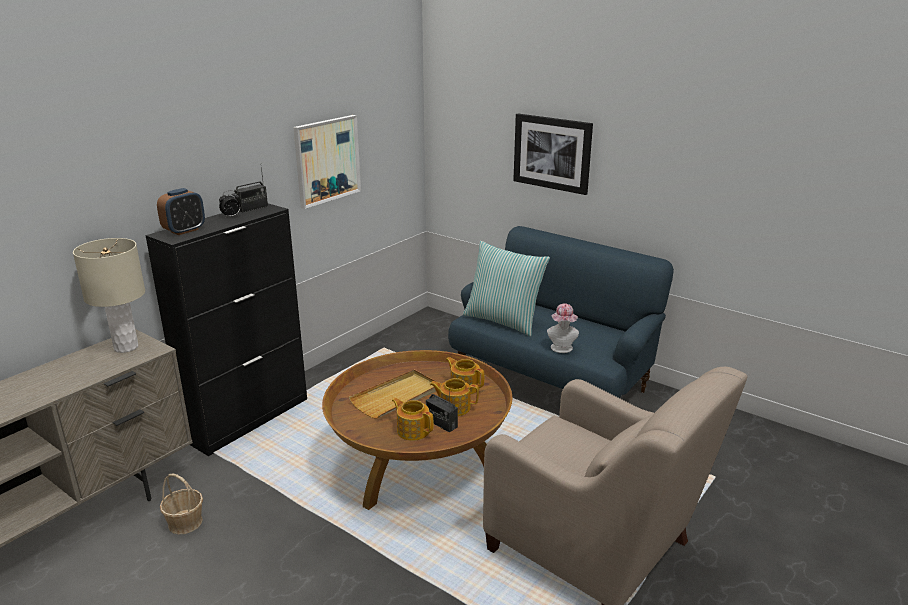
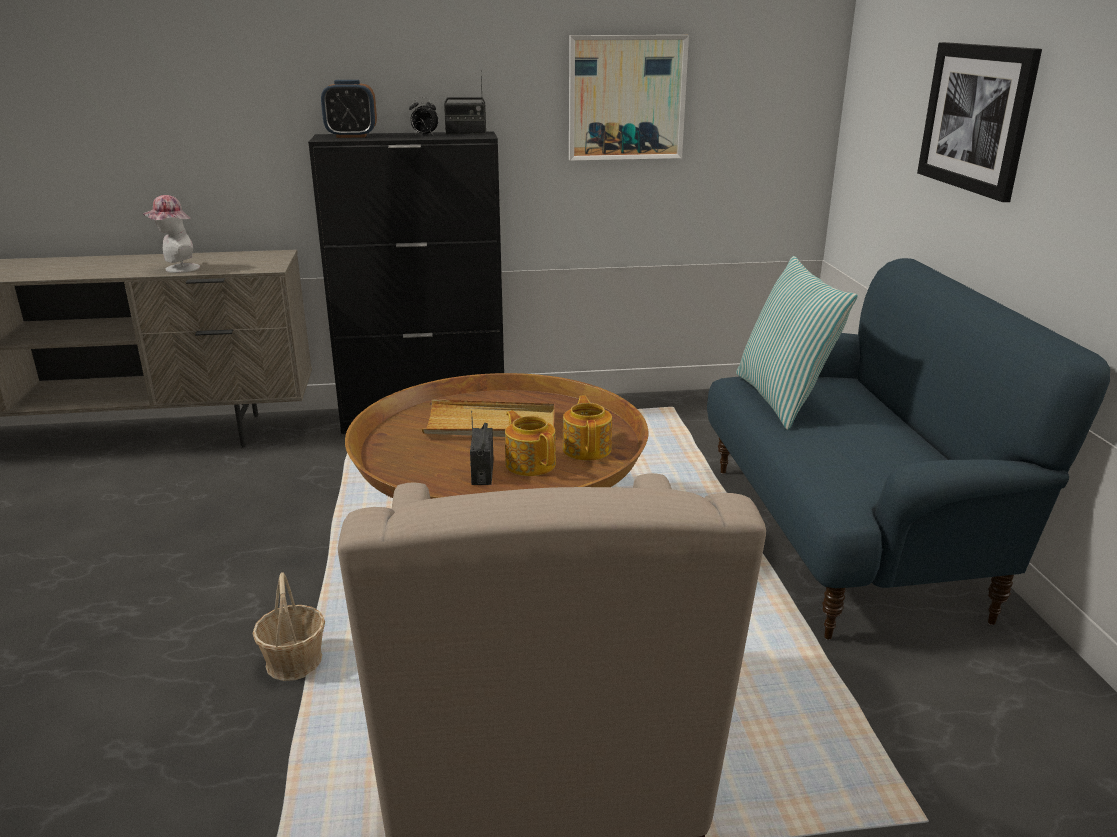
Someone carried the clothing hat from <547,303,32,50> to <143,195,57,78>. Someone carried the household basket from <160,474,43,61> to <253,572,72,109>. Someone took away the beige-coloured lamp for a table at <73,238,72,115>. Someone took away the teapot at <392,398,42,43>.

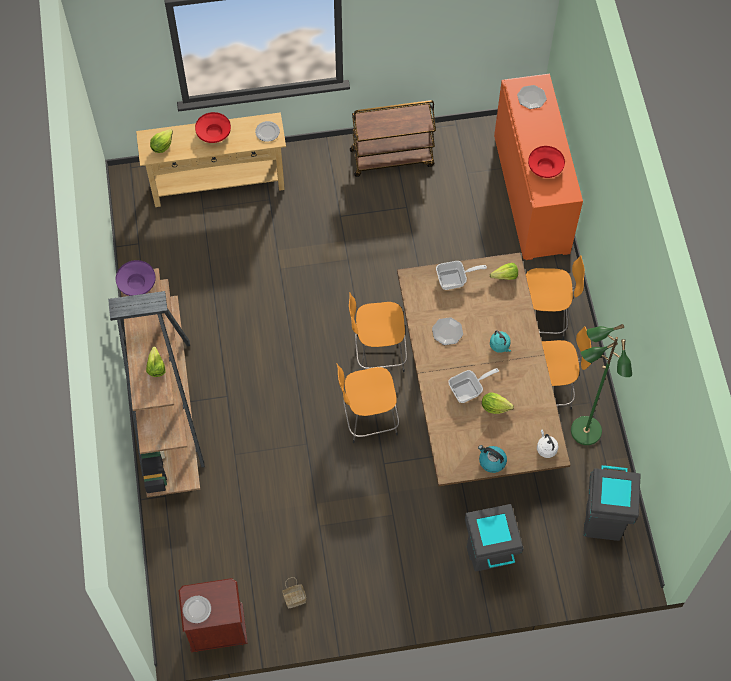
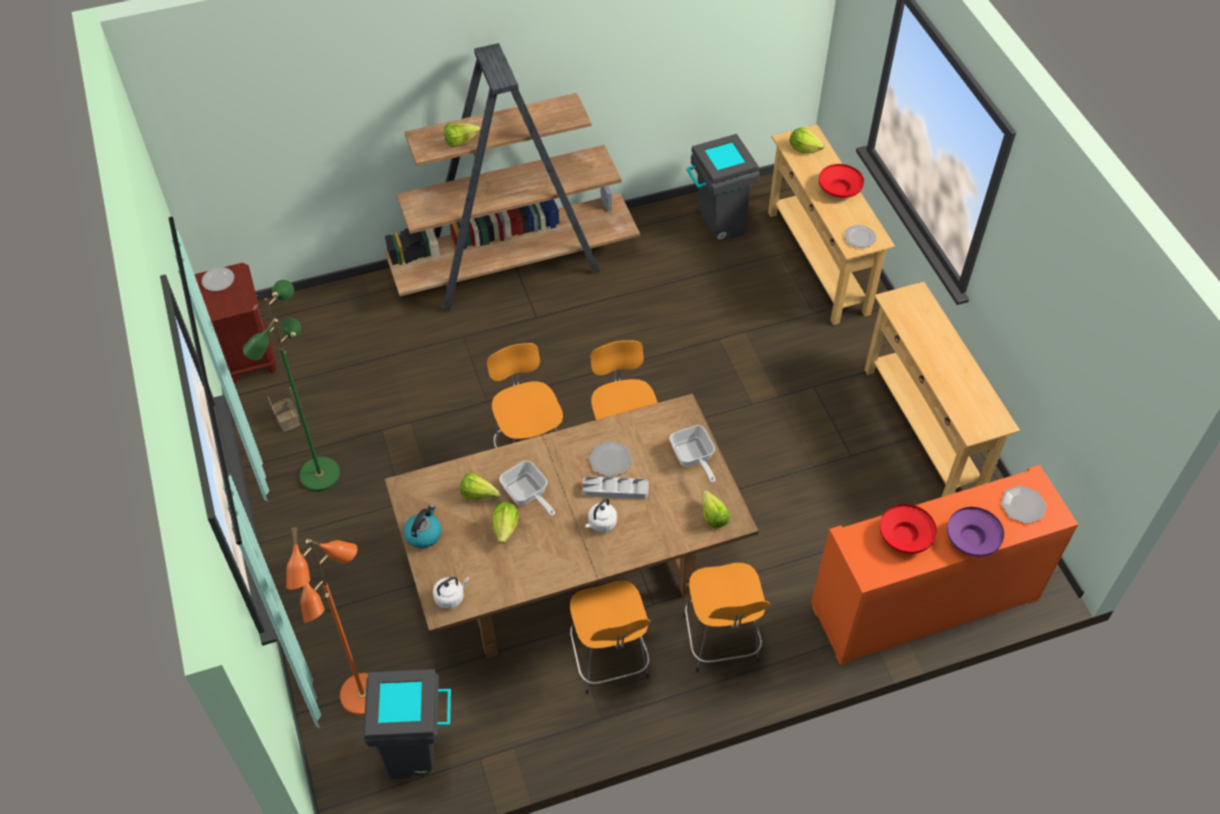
Someone carried the green-coloured standard lamp from <571,324,61,121> to <243,280,97,212>. Someone put down the orangey standard lamp at <286,527,82,189>. Someone put down the head of lettuce at <460,473,41,27>. Someone put down the gray serving tray at <582,476,67,23>. Someone repainted the turquoise-coloured water kettle at <490,330,21,23>, which became the white water kettle at <585,498,32,34>. Someone carried the gray rubbish bin from <465,504,58,67> to <686,134,74,107>. Someone swapped the brown wheeled cart at <350,100,86,77> for the beige-coloured narrow table at <865,282,155,215>. Someone carried the purple-coloured deep dish from <116,260,40,36> to <947,507,57,50>.

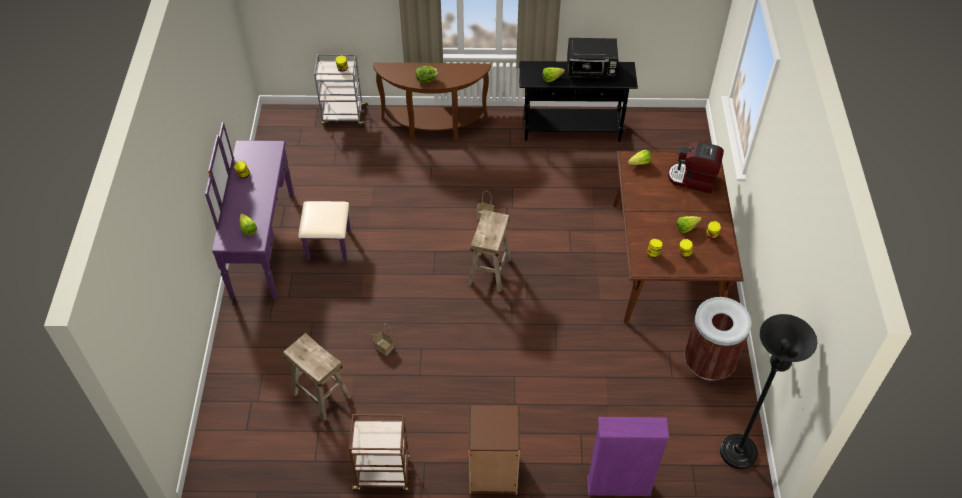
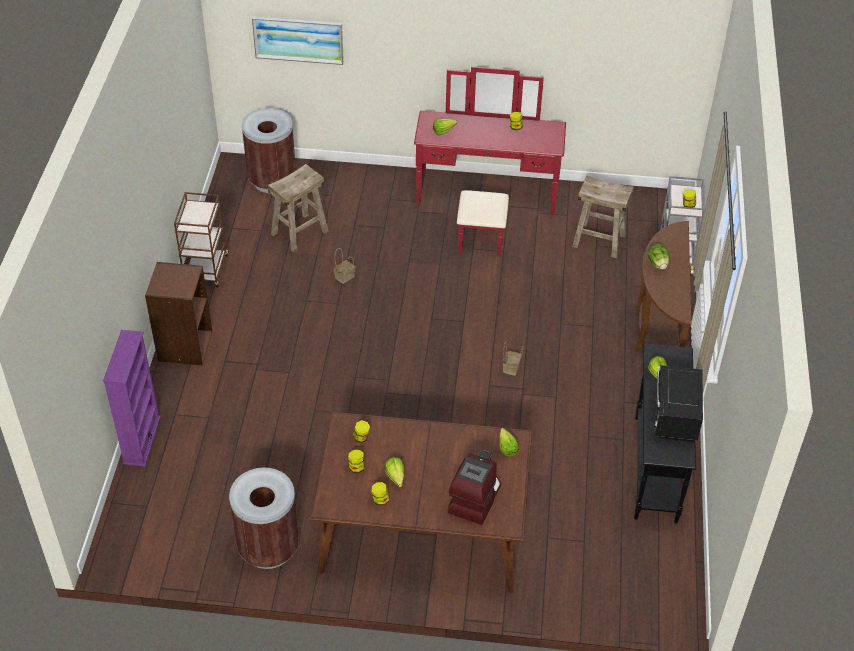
Someone put down the brown rubbish bin at <242,108,54,85>. Someone put up the wall art at <252,16,92,49>. Someone repainted the purple-coloured drawer chest at <205,122,145,177>, which became the red-coloured drawer chest at <414,66,152,191>. Someone carried the beige-coloured stool seat from <468,210,43,82> to <572,175,62,83>. Someone took away the black standard lamp at <720,314,97,155>.

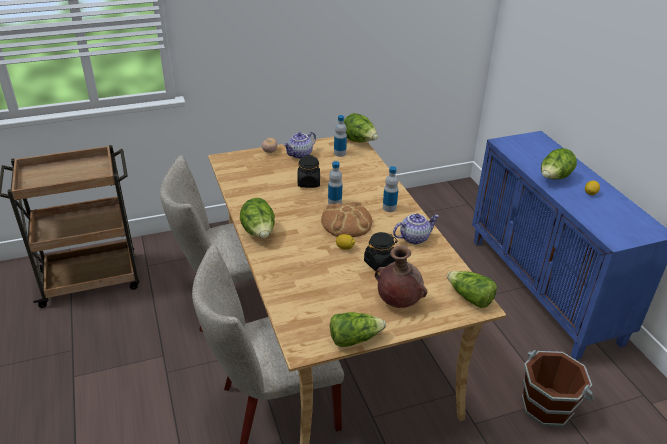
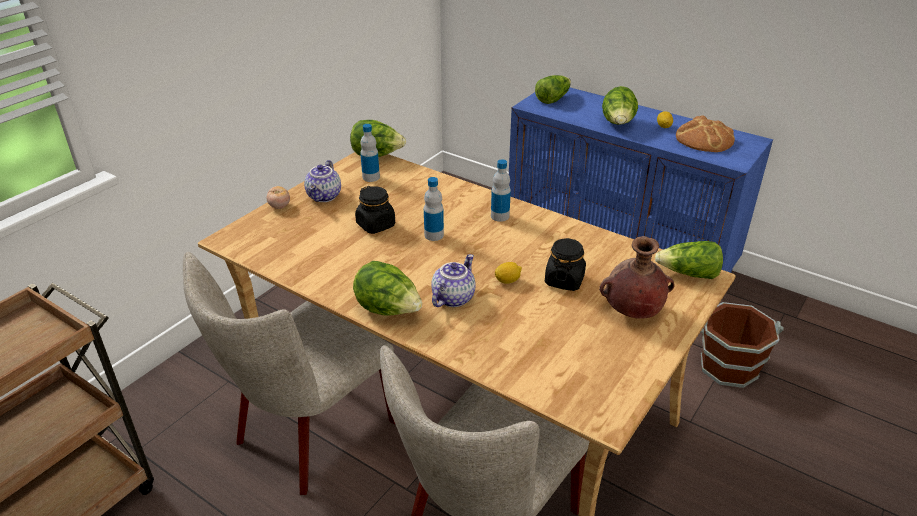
Someone carried the teapot from <393,214,46,30> to <431,254,45,53>. Someone carried the head of lettuce from <330,312,56,35> to <535,75,36,29>. Someone carried the bread from <321,202,51,35> to <676,115,59,37>.

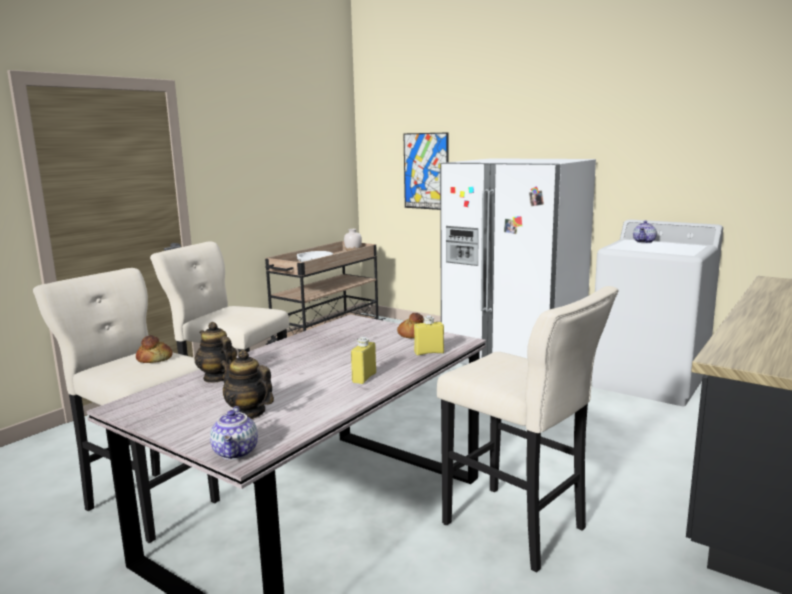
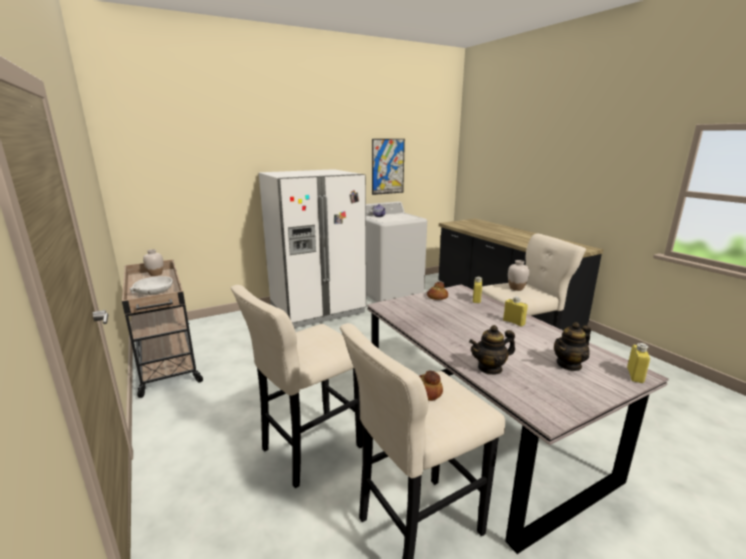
Someone carried the wall art from <403,133,45,77> to <372,139,33,56>. Someone put down the white vase at <508,260,21,31>. Someone swapped the teapot at <210,406,48,54> for the yellowish drink bottle at <627,343,23,40>.

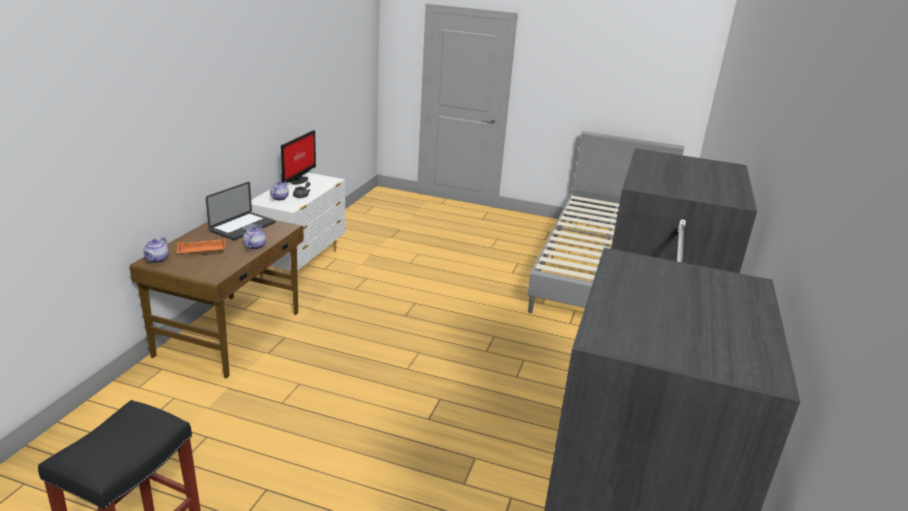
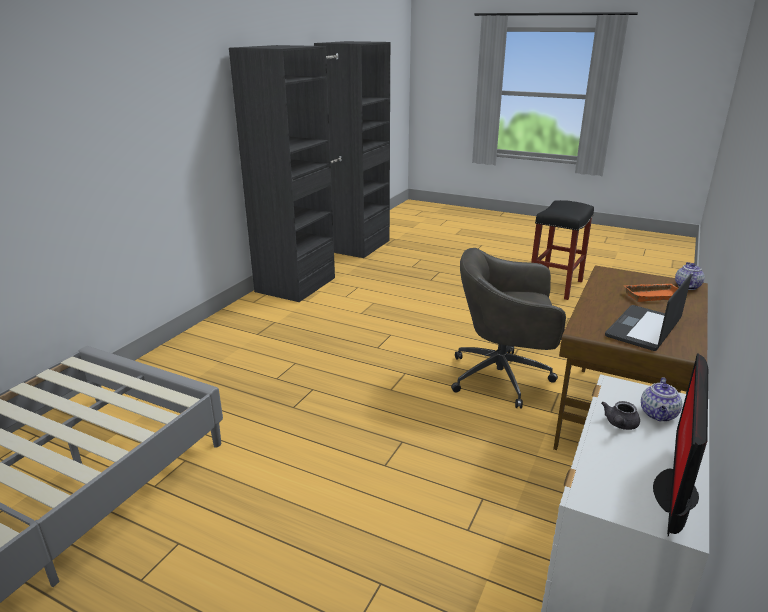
Someone put down the gray computer chair at <451,248,115,161>. Someone took away the teapot at <243,225,23,25>.

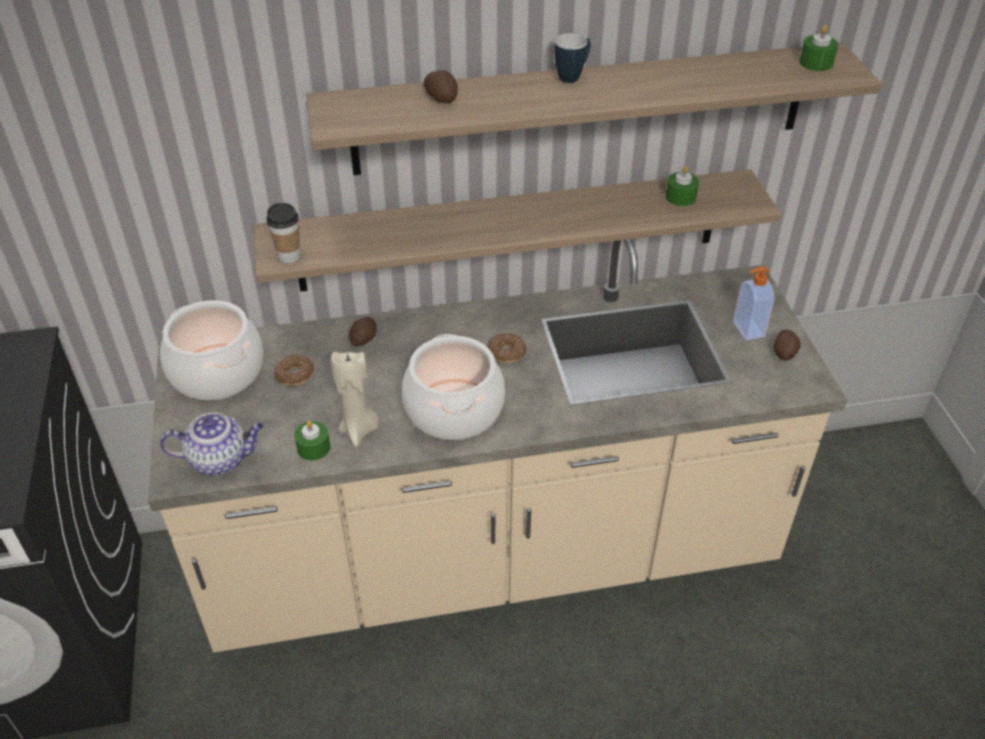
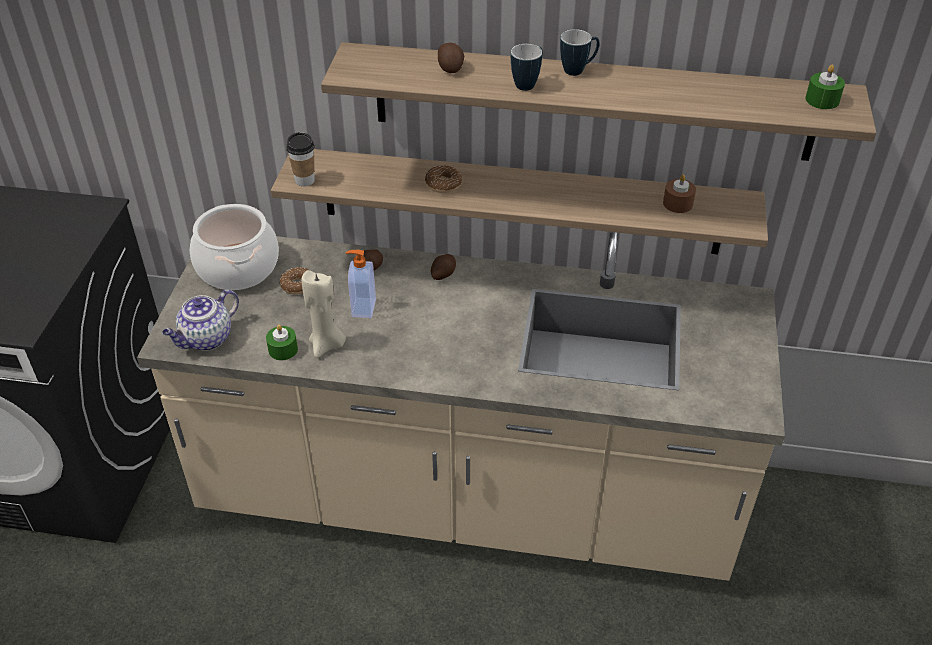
Someone rotated the teapot at <160,412,104,64> by 120 degrees clockwise. Someone carried the liquid soap bottle from <733,266,41,74> to <346,250,30,68>. Someone carried the doughnut from <488,333,38,30> to <425,165,37,28>. Someone carried the whole potato from <774,330,26,31> to <431,254,25,26>. Someone put down the coffee mug at <511,44,32,47>. Someone repainted the green-coloured wax candle at <665,166,34,40>, which became the brown wax candle at <663,174,33,39>. Someone took away the cooking pot at <402,334,103,106>.

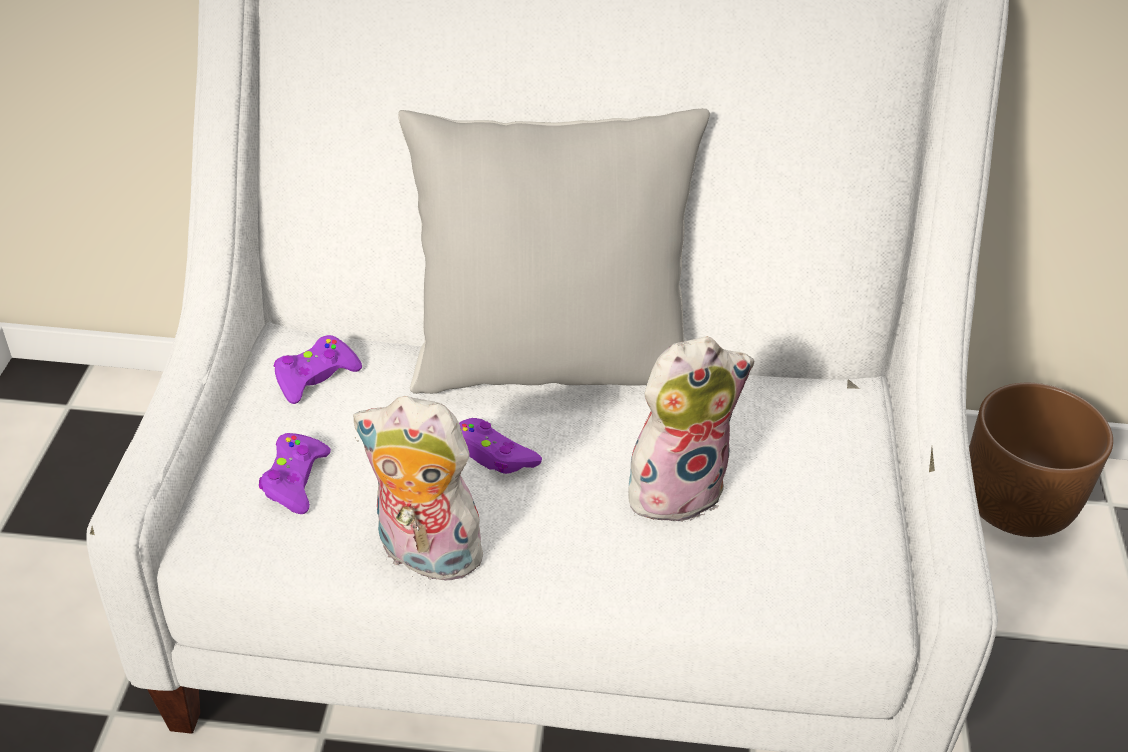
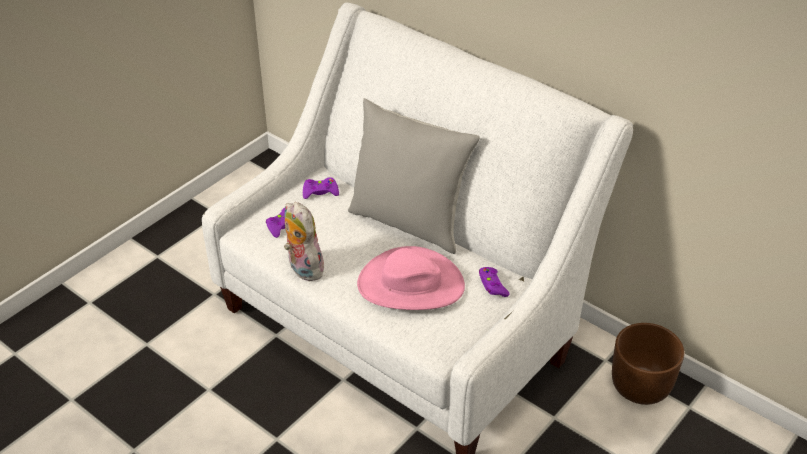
Someone swapped the plush toy at <628,336,126,186> for the pinkish clothing hat at <357,246,108,64>. Someone carried the purple-coloured joypad from <459,418,83,56> to <479,267,30,30>.

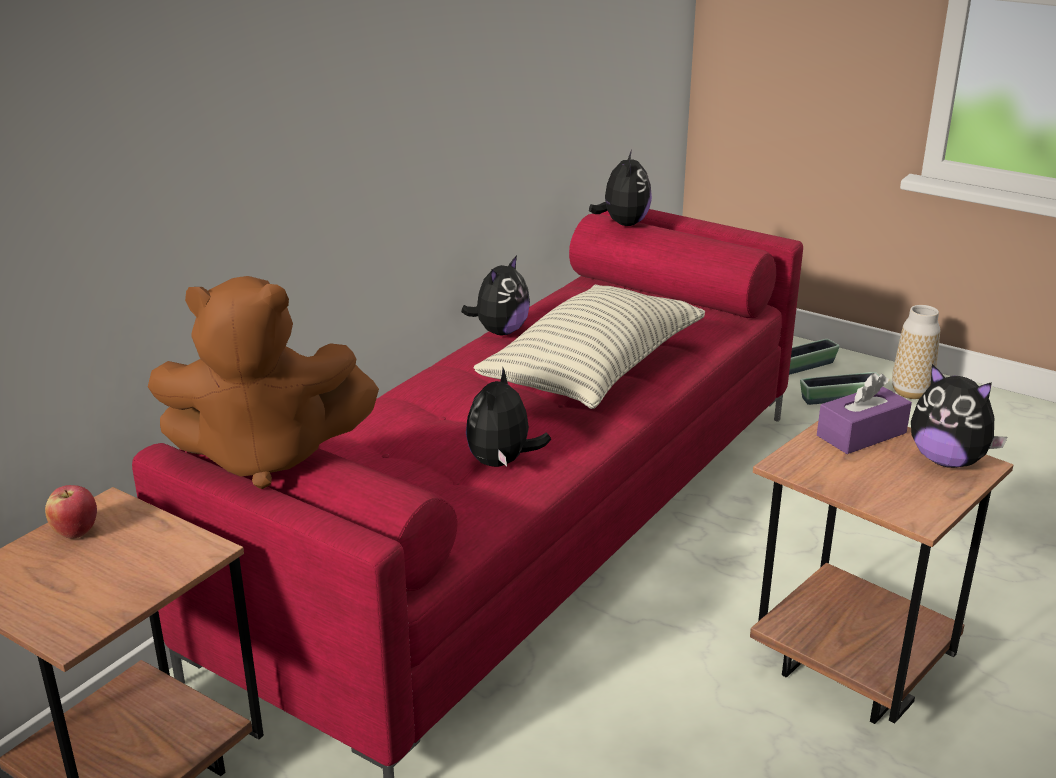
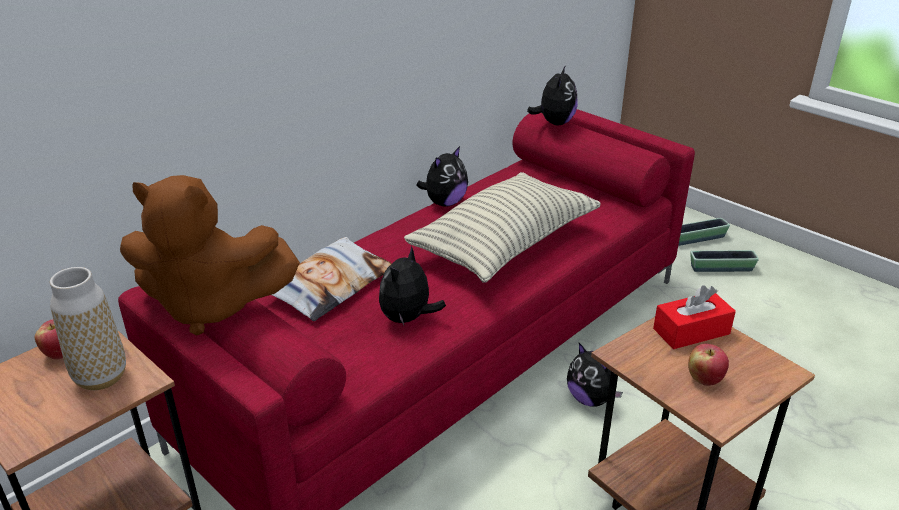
Someone carried the vase from <892,305,48,94> to <50,267,76,123>. Someone put down the cushion at <272,237,120,84>. Someone carried the plush toy from <911,364,97,104> to <567,343,56,64>. Someone repainted the purple-coloured tissue holder at <817,373,95,81>, which became the red-coloured tissue holder at <653,285,83,64>. Someone put down the apple fruit at <688,344,41,42>.

